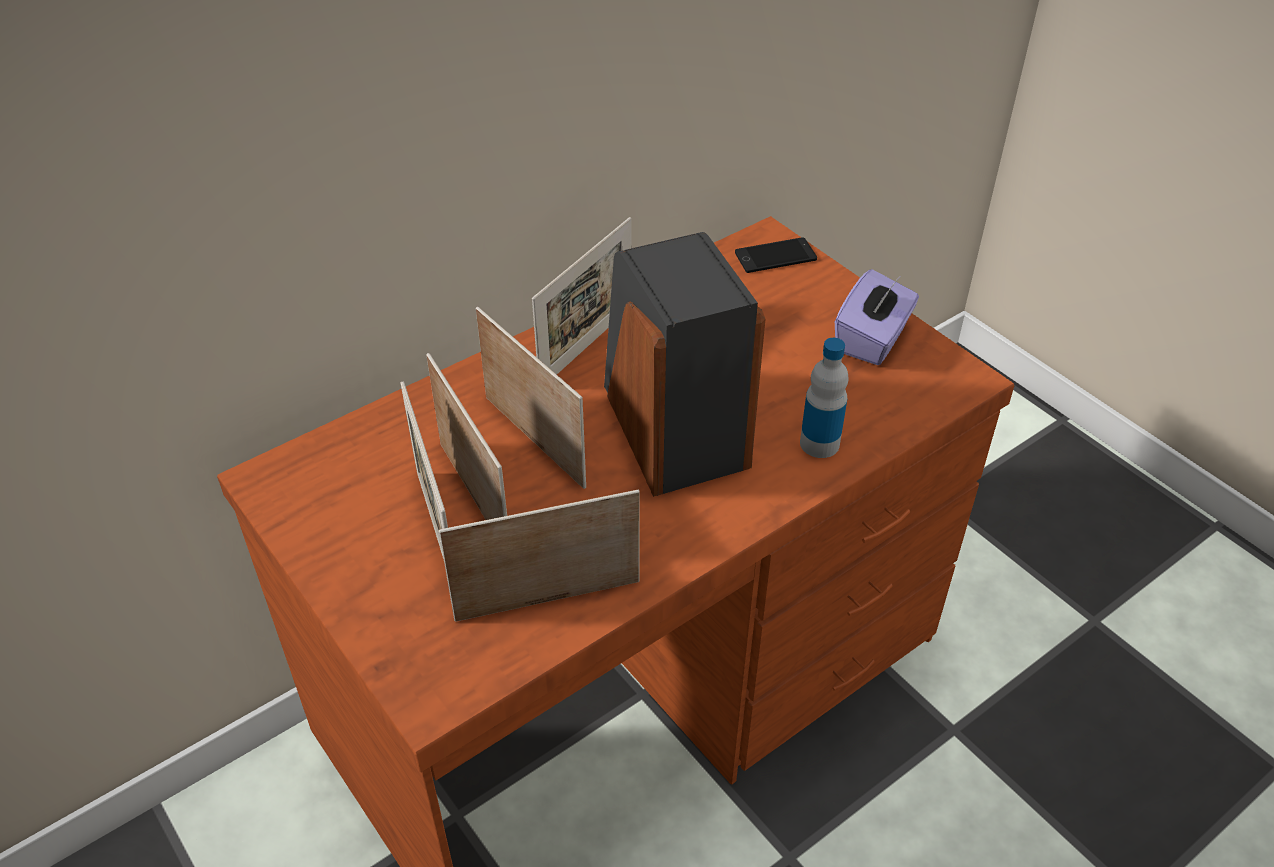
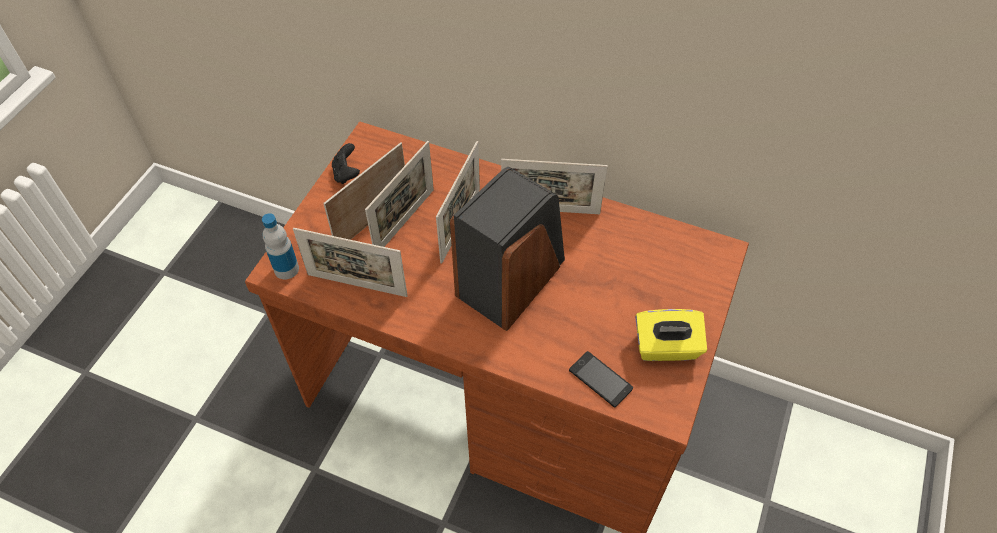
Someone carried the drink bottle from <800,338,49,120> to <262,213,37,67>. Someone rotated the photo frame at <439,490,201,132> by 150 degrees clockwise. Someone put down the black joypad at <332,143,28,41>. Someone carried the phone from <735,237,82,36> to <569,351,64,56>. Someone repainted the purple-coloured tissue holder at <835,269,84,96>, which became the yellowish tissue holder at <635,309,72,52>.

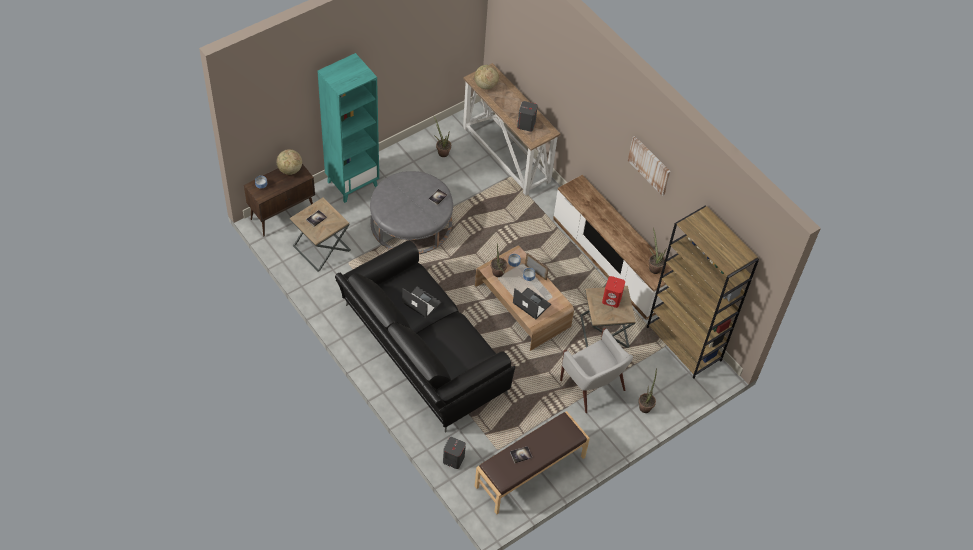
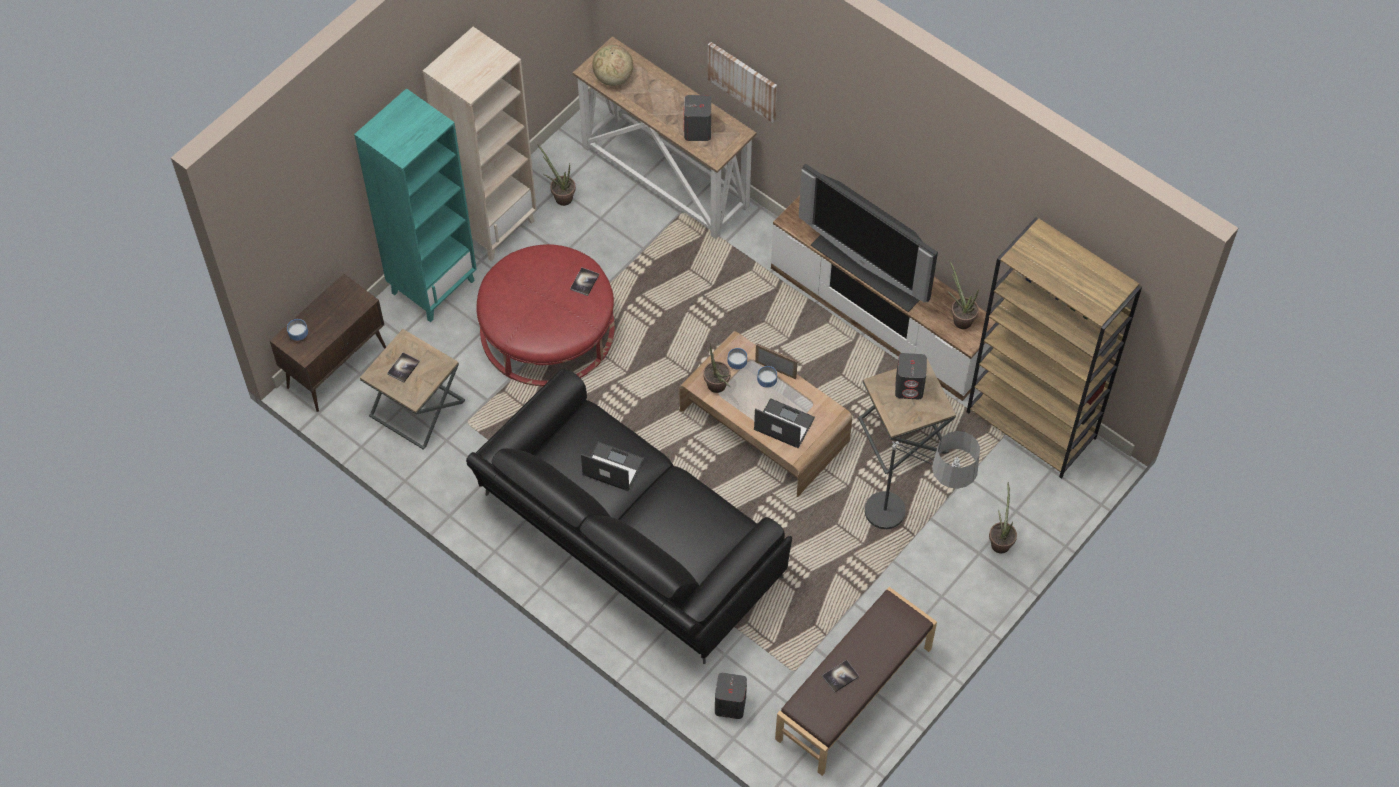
Someone put down the beige-coloured bookshelf at <423,27,114,234>. Someone repainted the gray footrest at <370,171,83,83>, which became the red-coloured footrest at <476,244,139,142>. Someone carried the wall art from <628,136,43,60> to <708,42,69,81>. Someone put down the TV set at <799,164,139,148>. Someone swapped the white easy chair at <560,328,73,85> for the standard lamp at <865,431,115,98>. Someone repainted the red-coloured loudspeaker at <602,276,23,32>, which became the gray loudspeaker at <895,353,32,47>. Someone took away the globe at <277,149,25,26>.

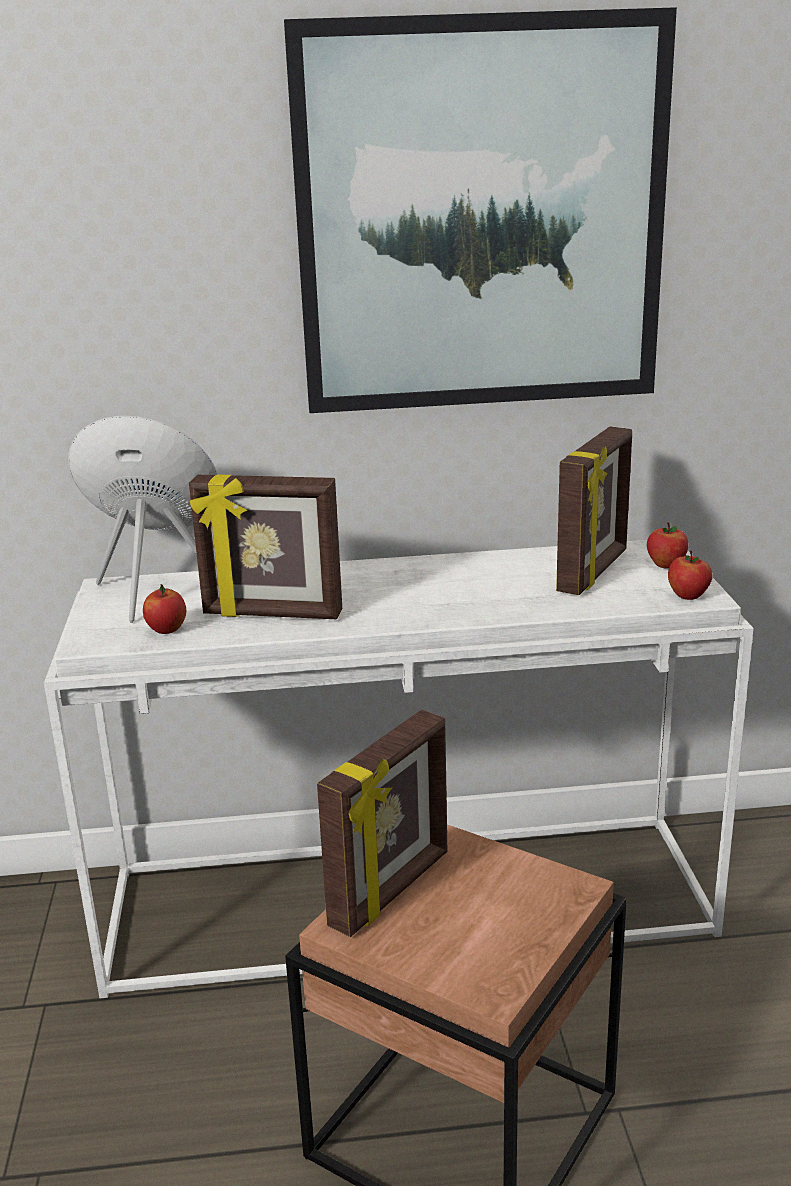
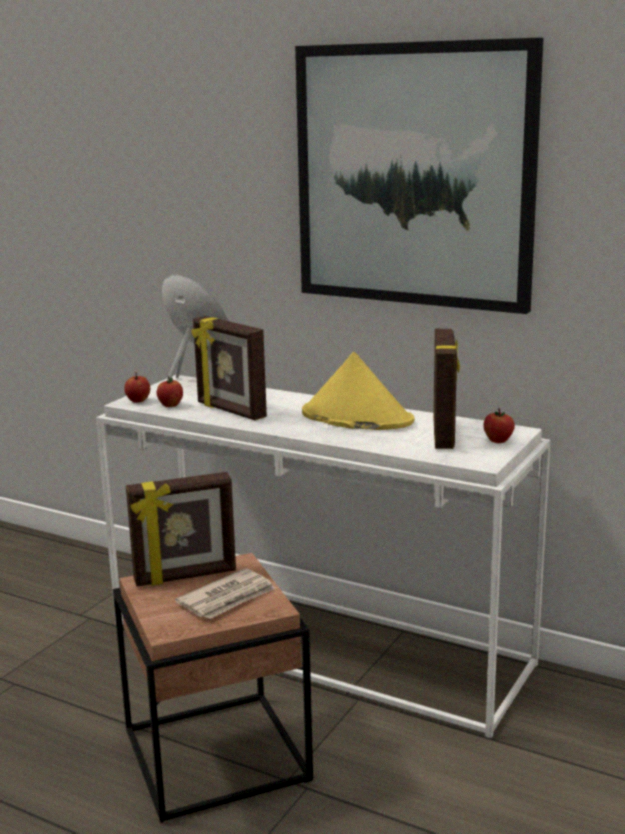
Someone carried the apple fruit from <668,551,45,49> to <124,372,26,31>. Someone put down the printed paper at <175,568,101,51>. Someone put down the yellowish clothing hat at <302,352,113,78>. Someone rotated the photo frame at <556,427,76,168> by 60 degrees counterclockwise.

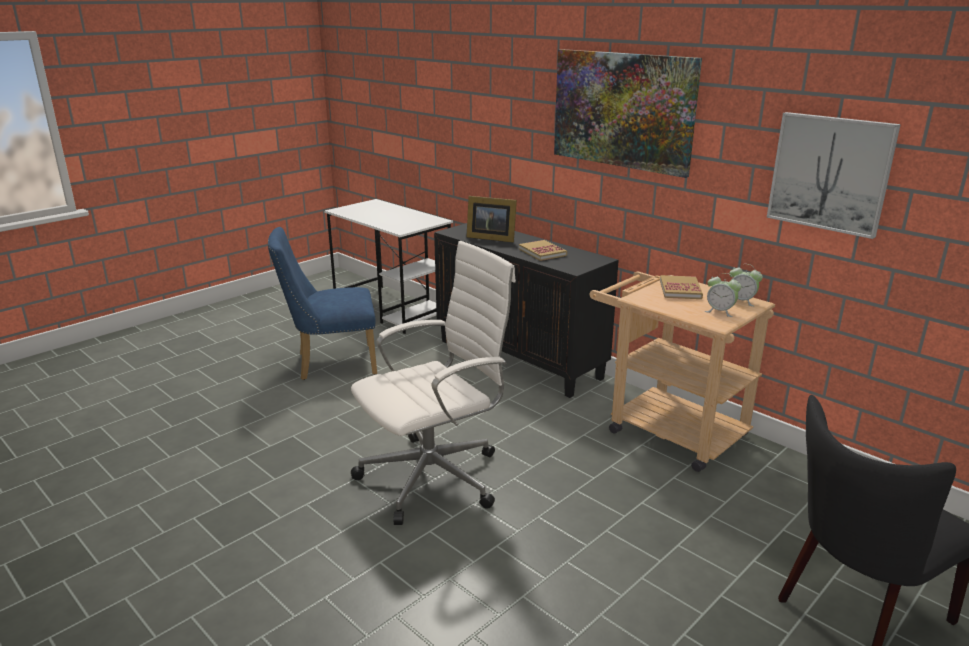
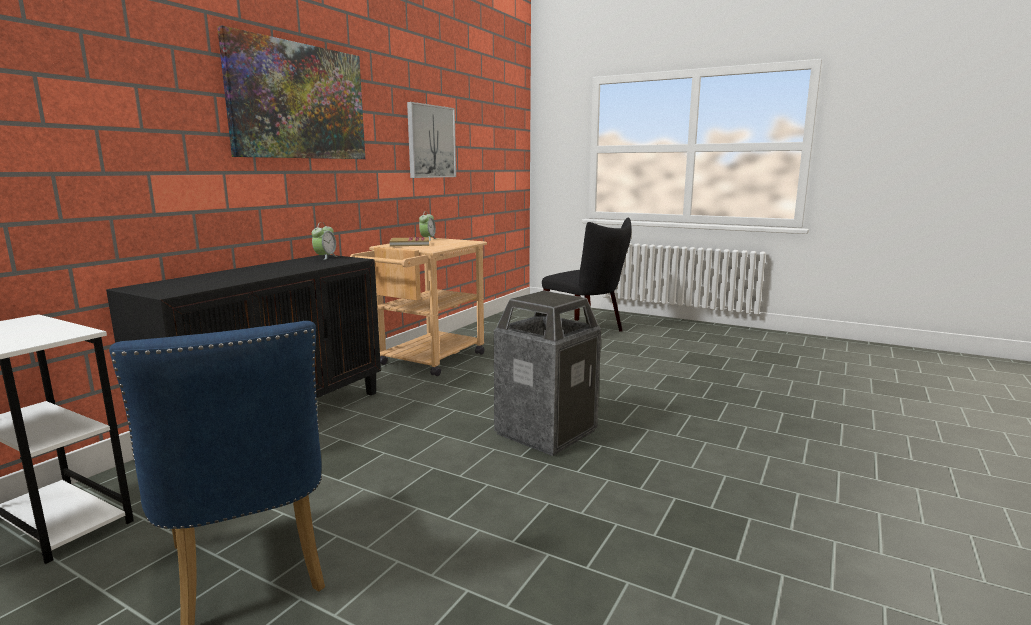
Someone carried the bedside clock from <705,273,36,44> to <312,222,25,38>. Someone swapped the white computer chair at <351,241,165,284> for the rubbish bin at <494,291,107,165>. Someone took away the photo frame at <466,196,51,47>. Someone took away the bound book at <519,240,48,21>.

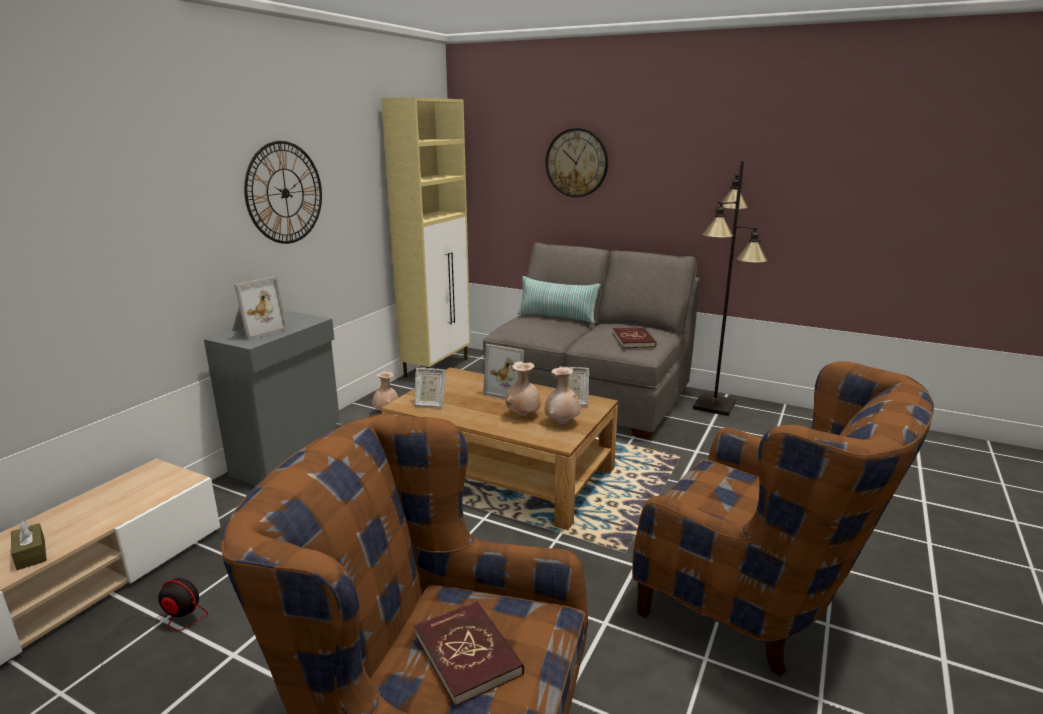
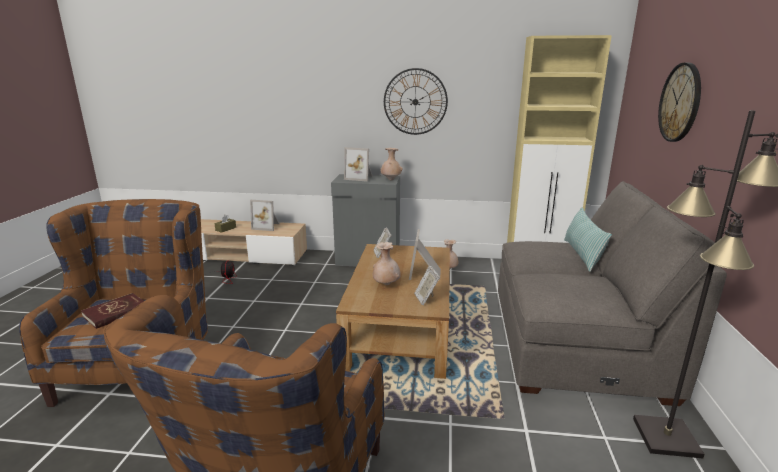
Someone put down the photo frame at <250,200,30,31>. Someone carried the beige-coloured vase from <545,368,36,56> to <380,148,23,32>. Someone took away the red-coloured bound book at <613,327,43,21>.

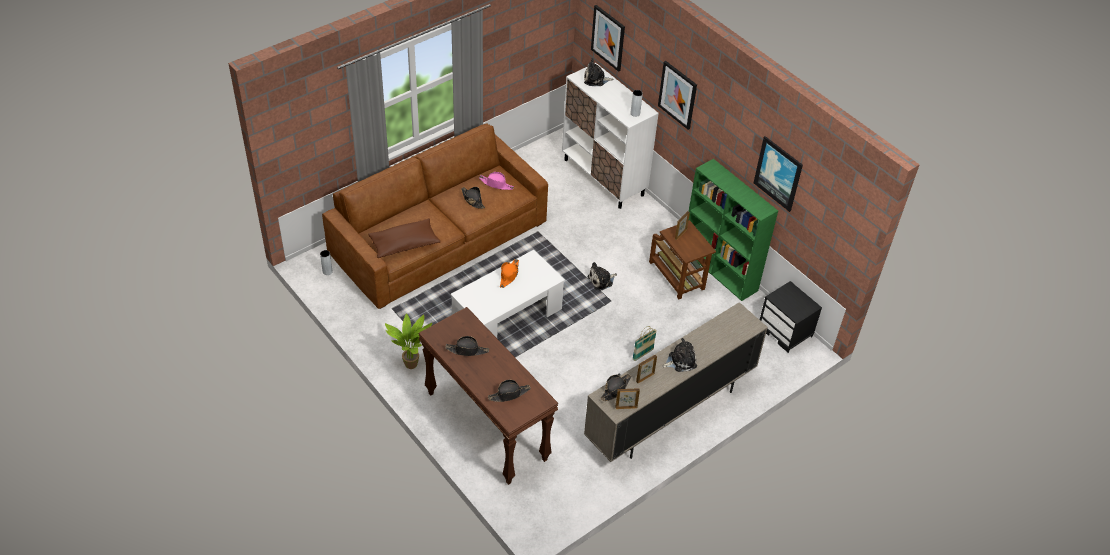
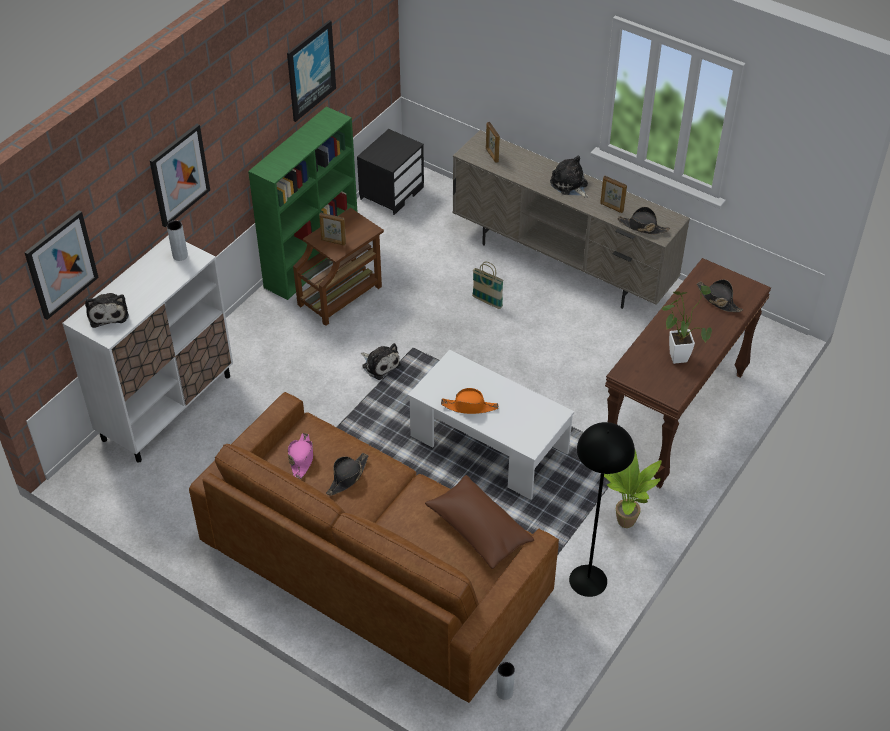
Someone carried the photo frame from <615,388,25,21> to <486,122,14,41>. Someone put down the black standard lamp at <569,422,66,175>. Someone swapped the black clothing hat at <445,336,44,20> for the plant in a pot at <662,286,50,78>.

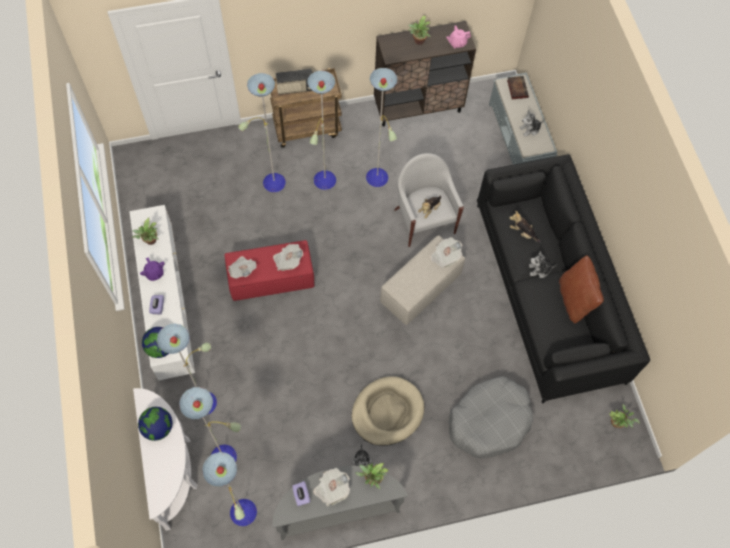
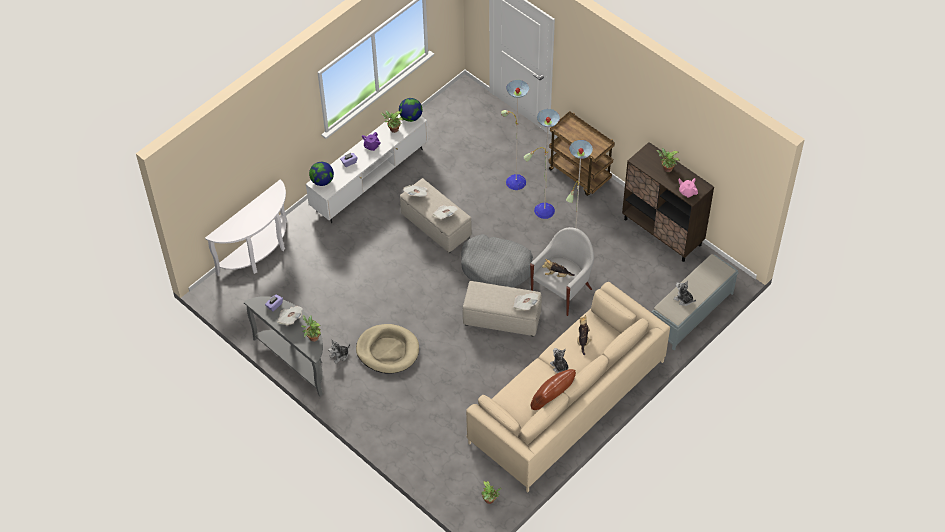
Someone carried the globe from <138,407,35,34> to <399,98,23,24>. Someone repainted the red-coloured footrest at <224,240,90,61>, which became the beige-coloured footrest at <400,178,72,75>. Someone carried the gray dog bed from <449,376,84,83> to <461,234,72,54>. Someone repainted the black settee at <477,154,173,249>, which became the beige-coloured settee at <466,282,204,211>. Someone took away the standard lamp at <157,324,100,202>. Someone took away the radio set at <276,69,36,26>. Someone took away the bound book at <507,76,22,23>.

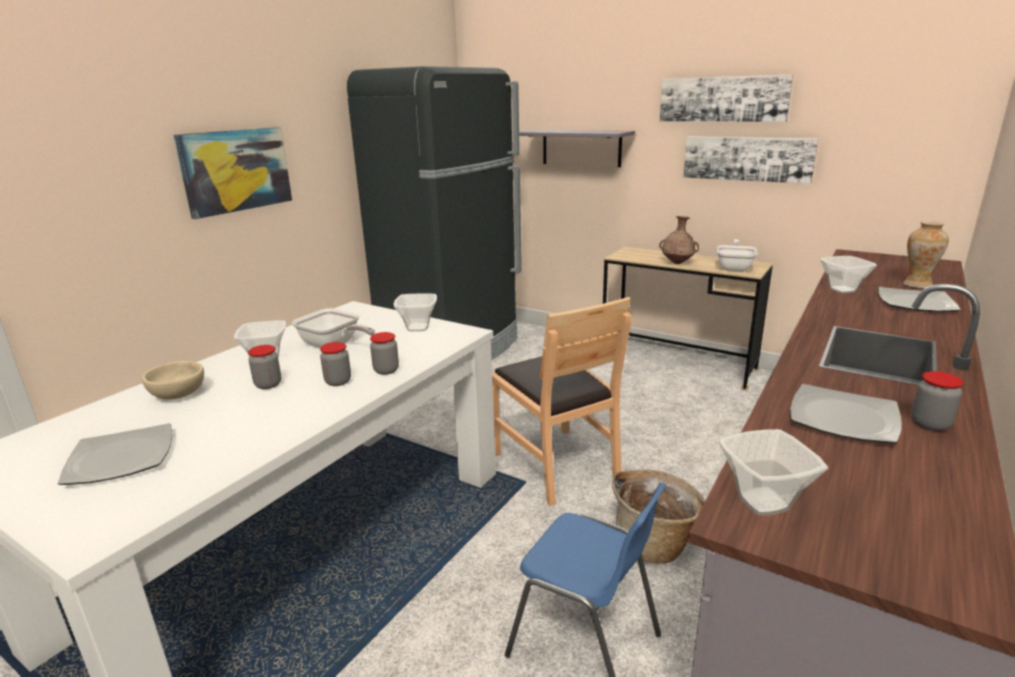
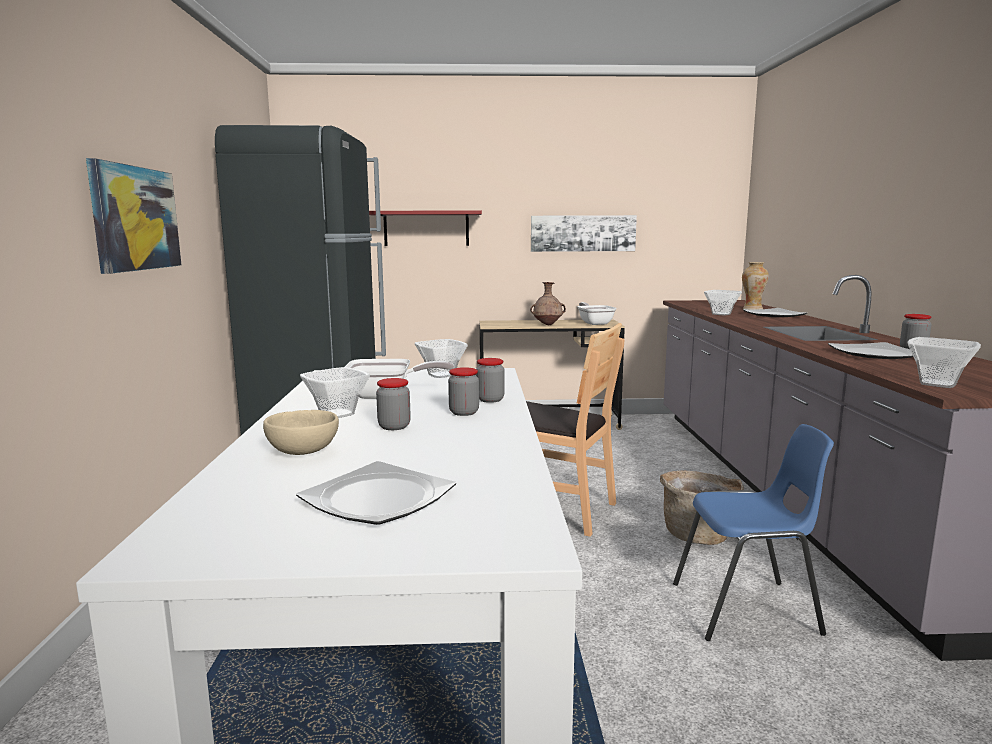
Someone repainted the gray wall shelf at <519,130,116,37>, which became the red-coloured wall shelf at <369,210,113,36>. Someone took away the wall art at <660,75,133,47>.

